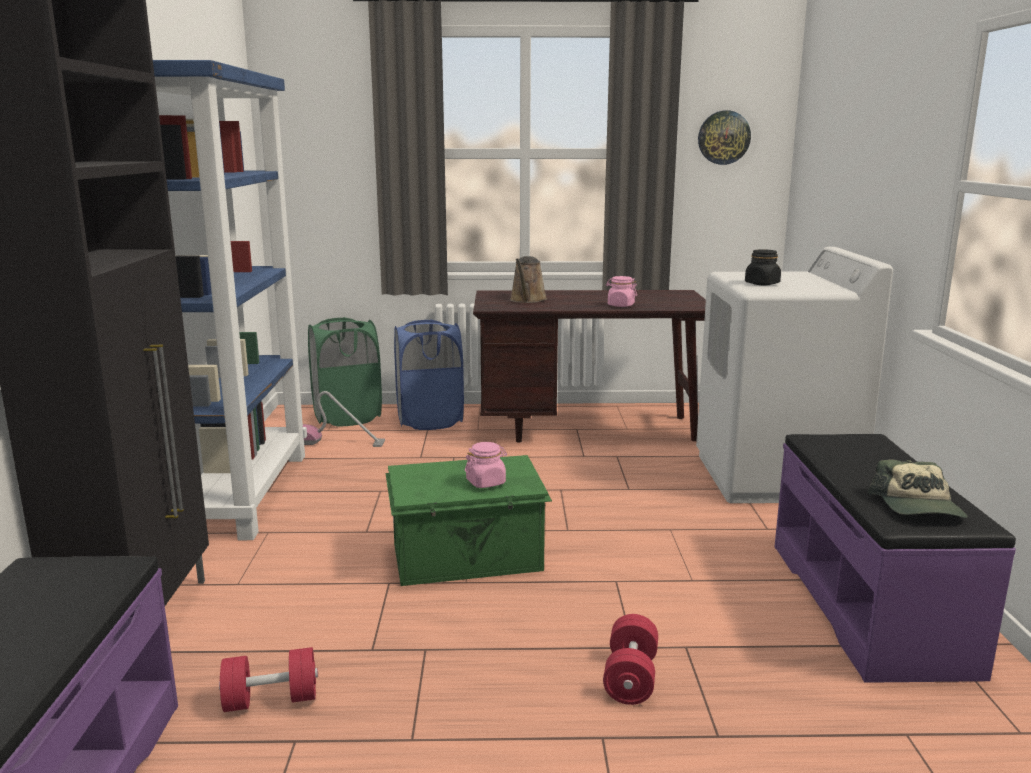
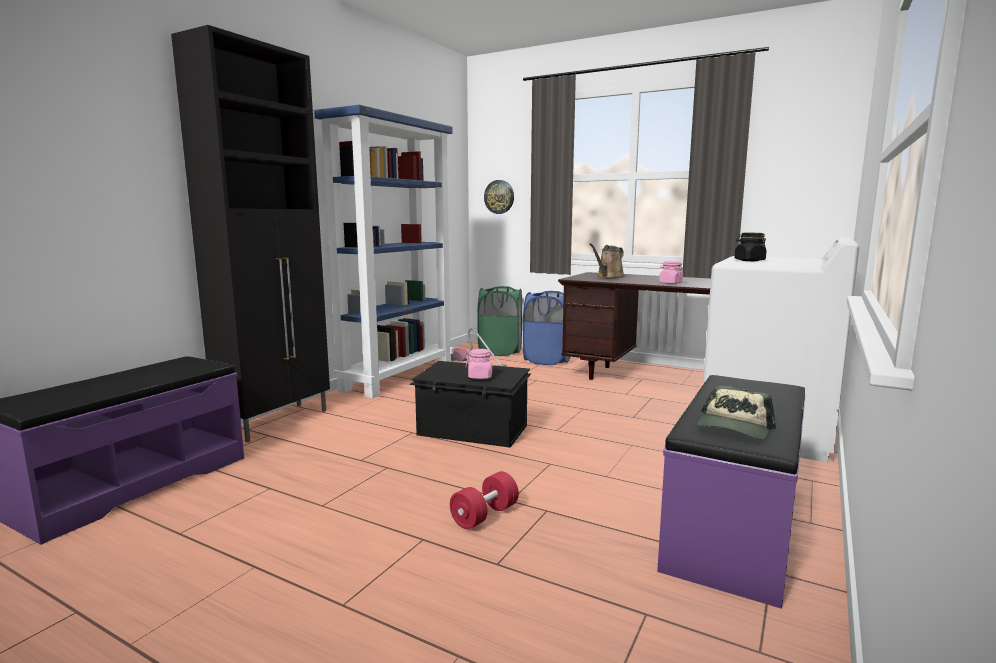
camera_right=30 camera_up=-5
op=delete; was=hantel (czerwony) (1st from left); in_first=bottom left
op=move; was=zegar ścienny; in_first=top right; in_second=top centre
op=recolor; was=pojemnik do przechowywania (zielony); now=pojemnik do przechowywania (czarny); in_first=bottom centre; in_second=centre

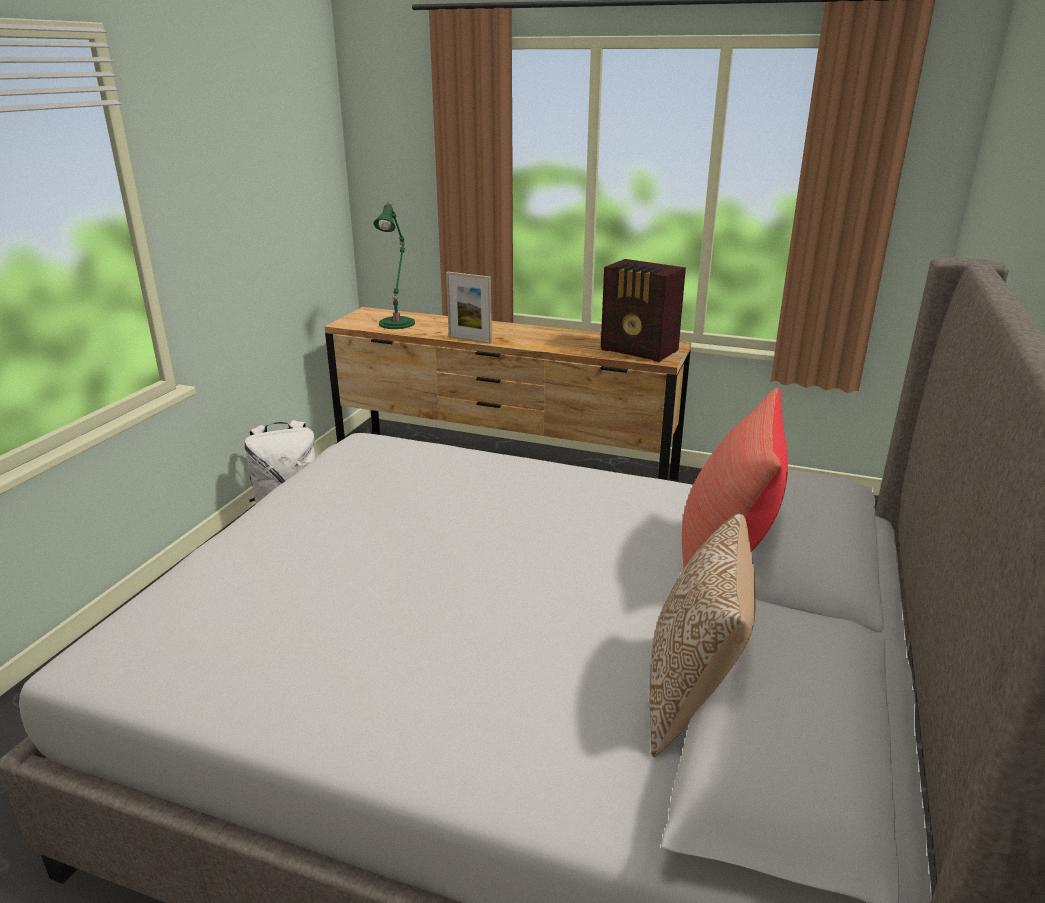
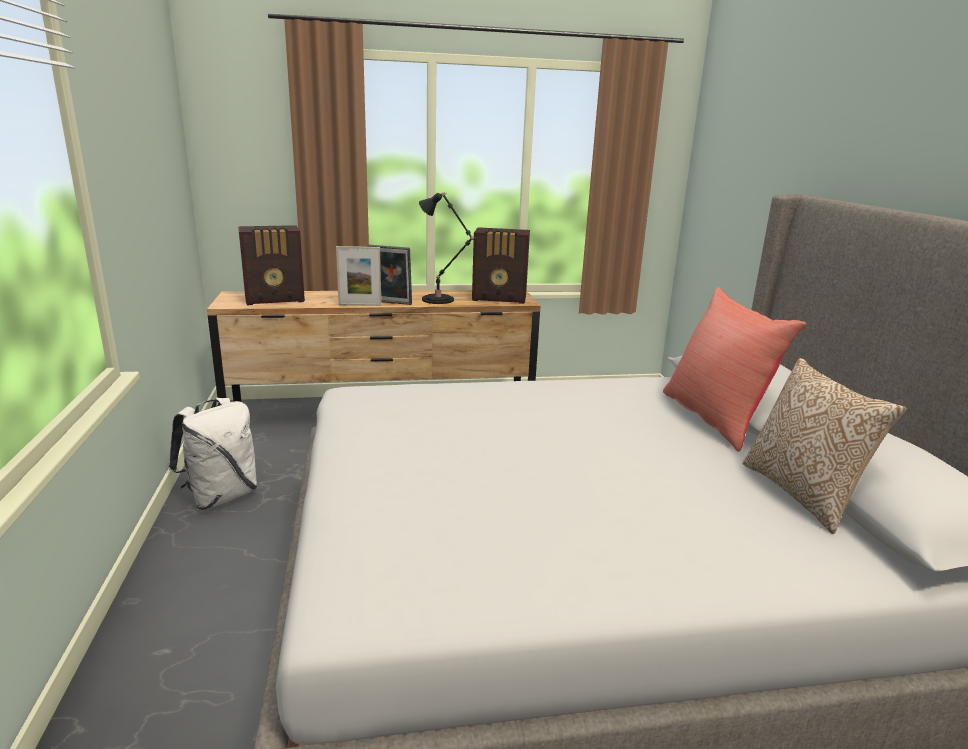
camera_right=-30 camera_up=-5
op=insert; now=ramka na zdjęcie (2nd from left); in_second=centre
op=insert; now=lampa stołowa (czarny); in_second=top centre
op=replace; was=lampa stołowa (zielony); now=radio (1st from left); in_first=top centre; in_second=middle left

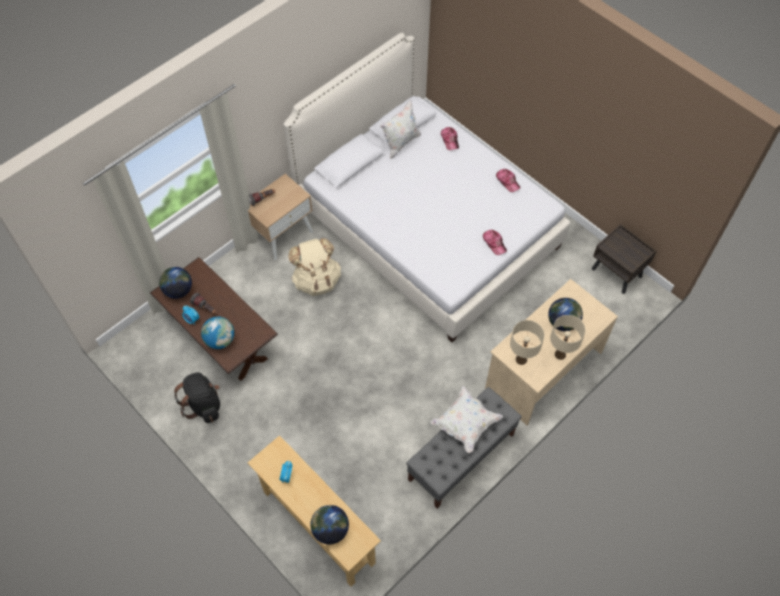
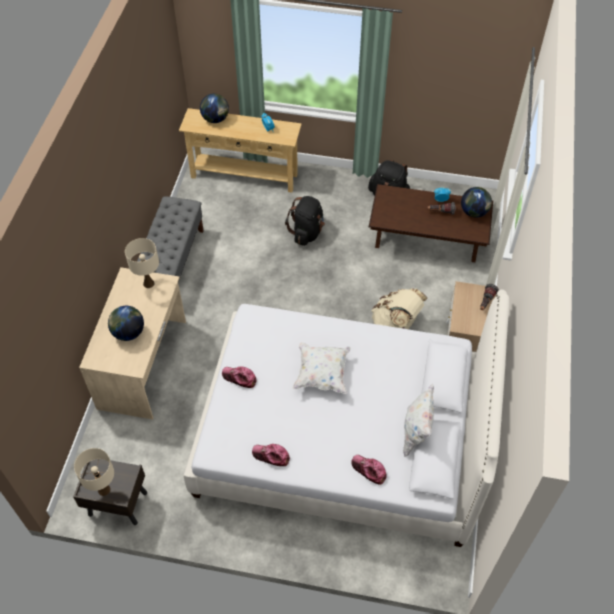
camera_right=145 camera_up=-5
op=delete; was=globus (2nd from left); in_first=middle left
op=insert; now=plecak (czarny) (1st from left); in_second=centre
op=move; was=poduszka (biały) (2nd from left in the first image); now=poduszka (biały) (1st from left); in_first=bottom centre; in_second=centre
op=move; was=lampa stołowa (beżowy) (2nd from left in the first image); now=lampa stołowa (beżowy) (1st from left); in_first=middle right; in_second=bottom left

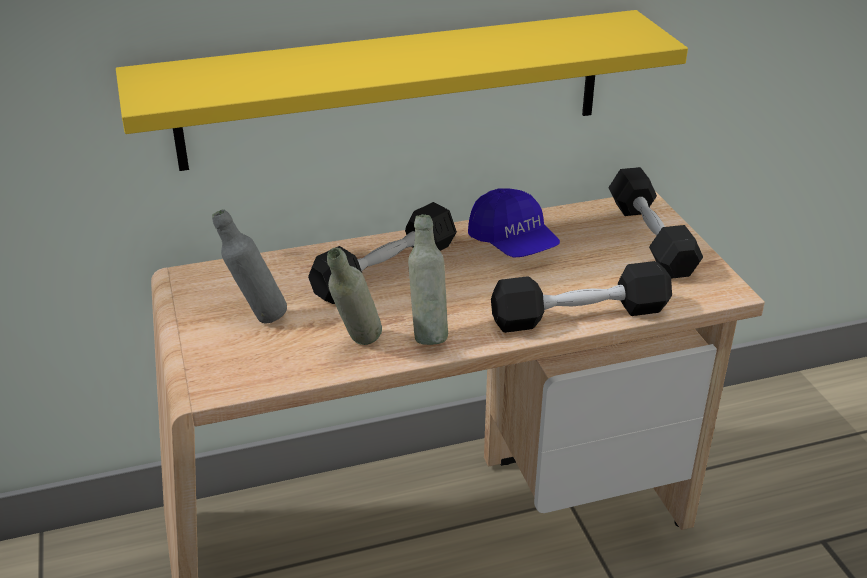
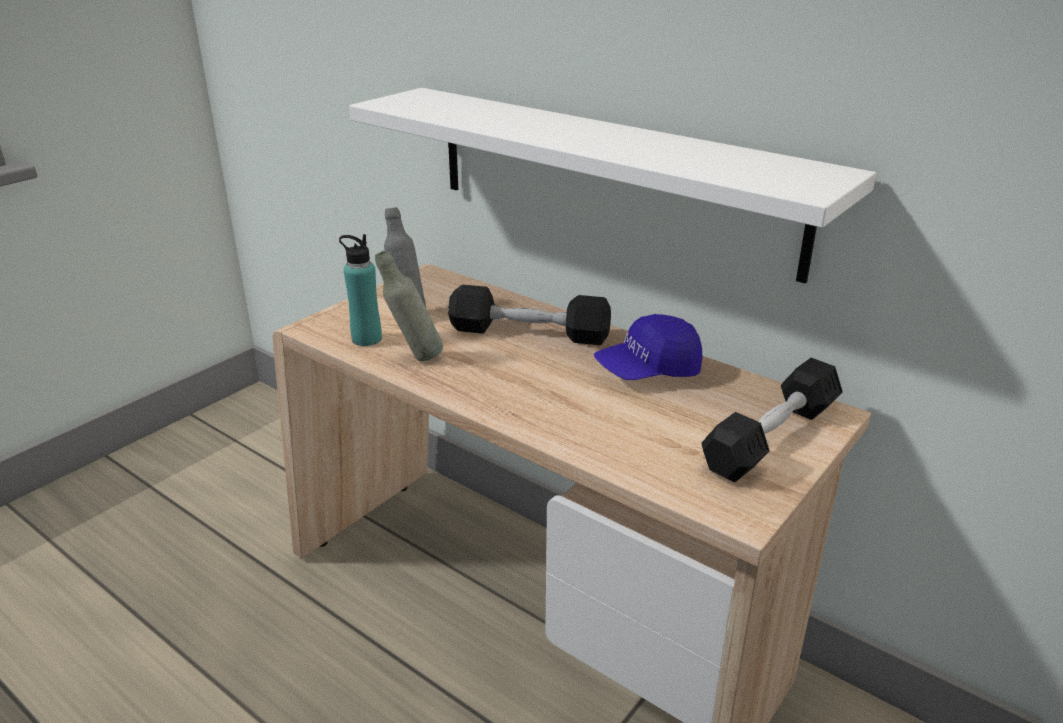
camera_right=55 camera_up=-5
op=delete; was=butelka (szary) (3rd from left); in_first=centre
op=delete; was=hantel (czarny) (2nd from left); in_first=middle right
op=insert; now=butelka (turkusowy); in_second=centre
op=recolor; was=półka (żółty); now=półka (biały); in_first=top centre; in_second=top centre
op=rotate; was=czapka z daszkiem (niebieski); in_first=centre; in_second=centre; clockwise=45

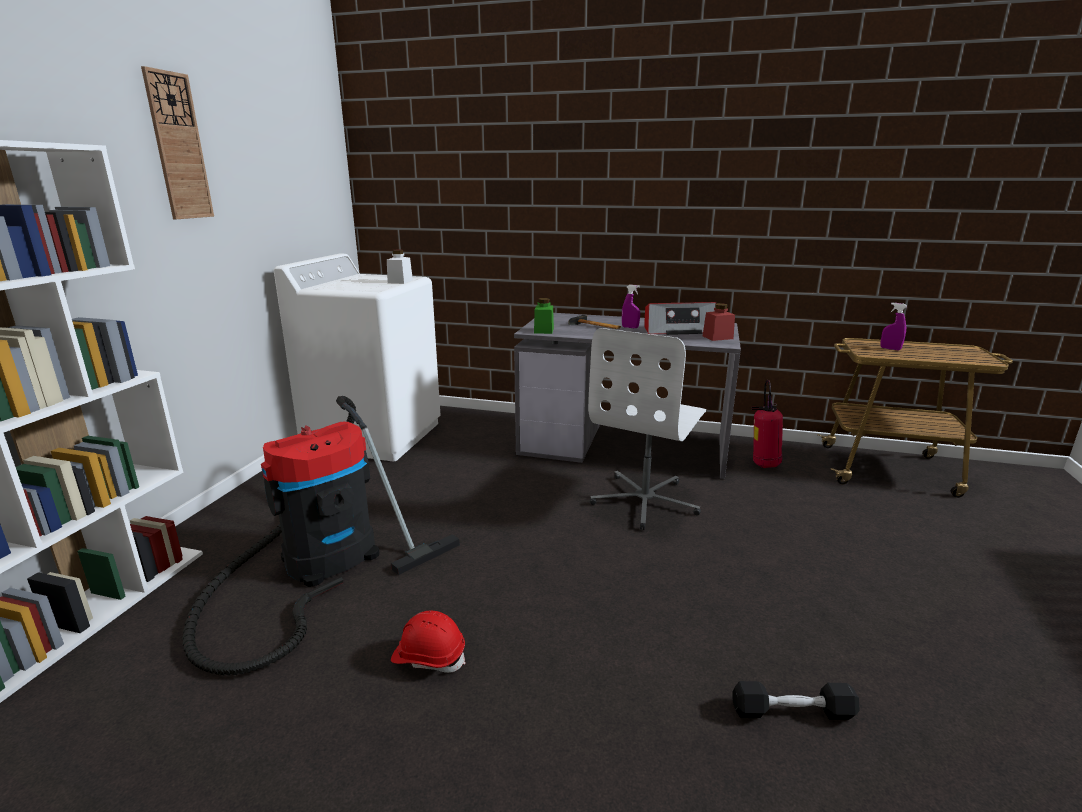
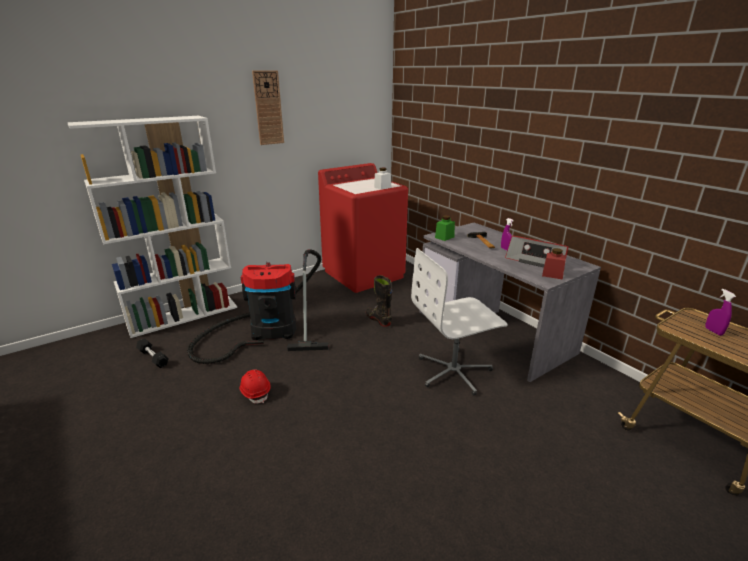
camera_right=40 camera_up=5
op=delete; was=gaśnica; in_first=middle right
op=insert; now=but z cholewką (czarny); in_second=centre
op=move; was=hantel (czarny); in_first=bottom right; in_second=middle left
op=recolor; was=pralka (biały); now=pralka (czerwony); in_first=middle left; in_second=centre

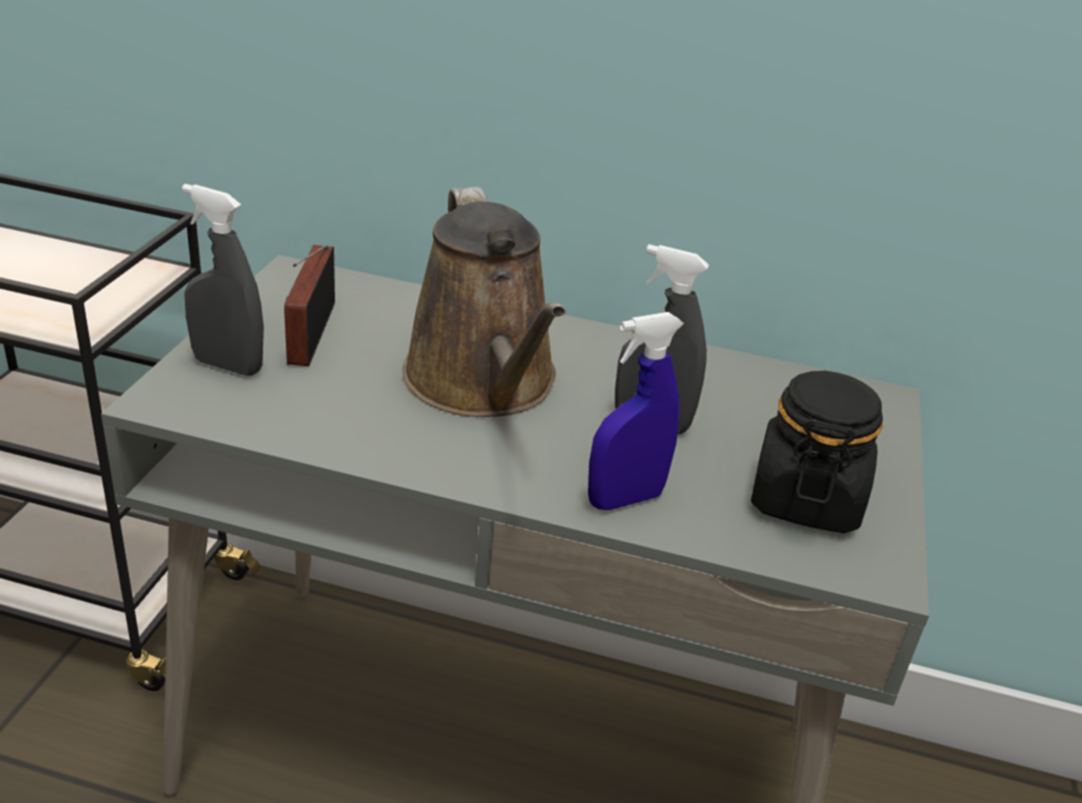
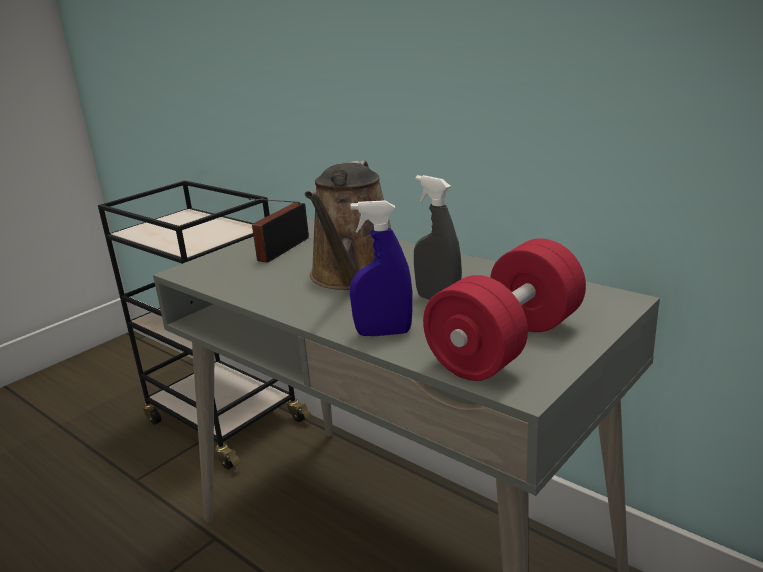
camera_right=30 camera_up=-10
op=delete; was=spryskiwacz (szary) (1st from left); in_first=middle left
op=replace; was=słoik (czarny); now=hantel (czerwony); in_first=middle right; in_second=centre

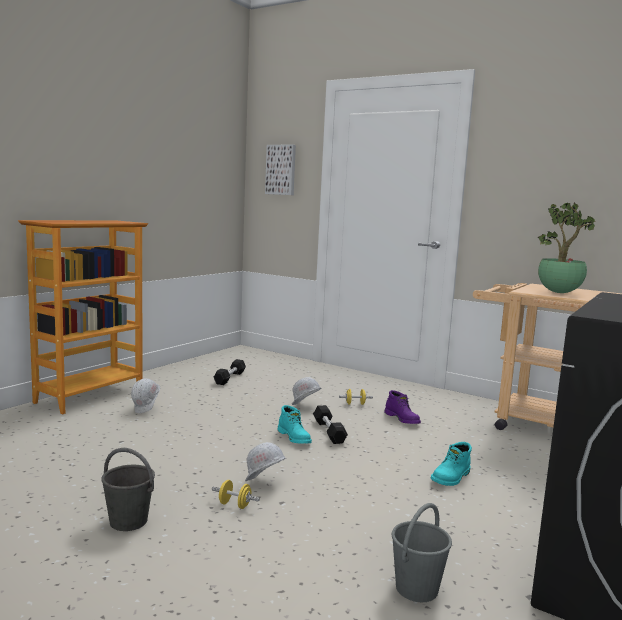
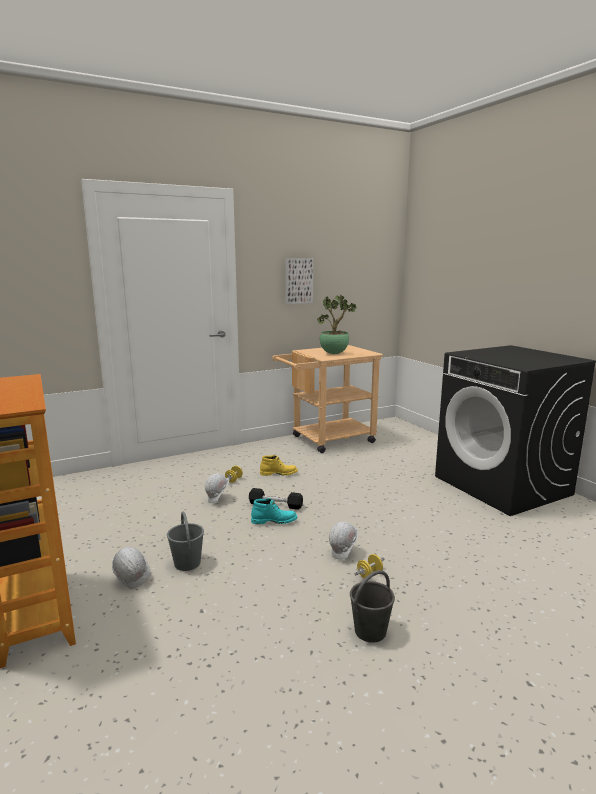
camera_right=-60 camera_up=5
op=delete; was=hantel (czarny) (1st from left); in_first=centre
op=delete; was=but z cholewką (turkusowy) (2nd from left); in_first=bottom right
op=move; was=obraz; in_first=top centre; in_second=centre
op=move; was=wiadro (szary) (2nd from left in the first image); now=wiadro (szary) (1st from left); in_first=bottom right; in_second=bottom left
op=recolor; was=but z cholewką (fioletowy); now=but z cholewką (żółty); in_first=centre; in_second=centre

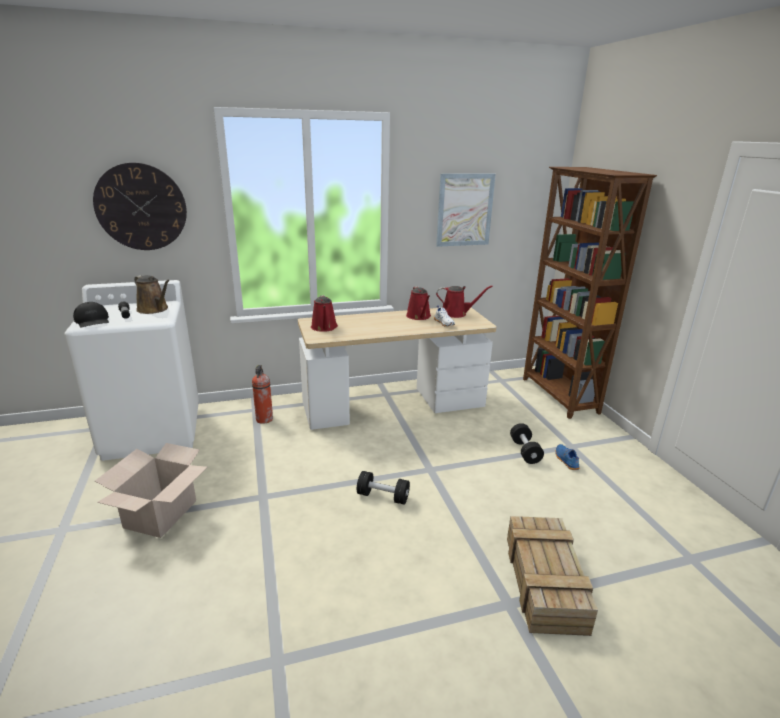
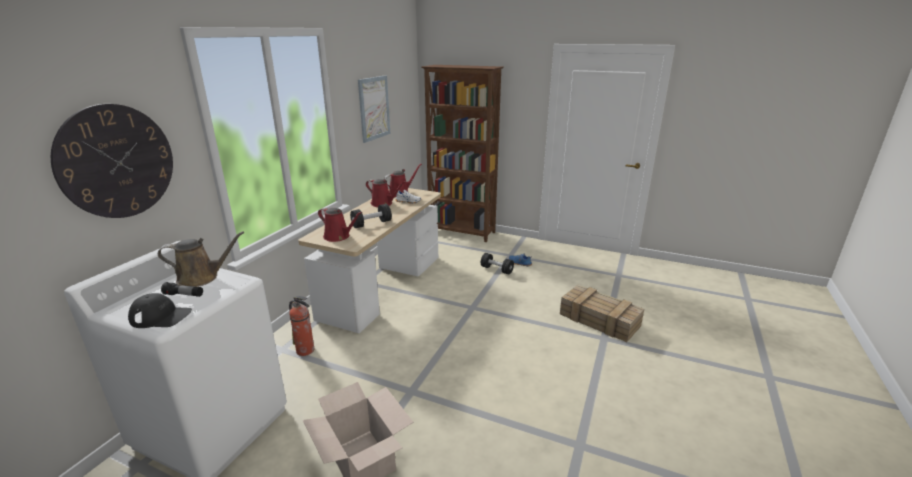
camera_right=-50 camera_up=0
op=move; was=hantel (czarny) (1st from left); in_first=bottom centre; in_second=centre

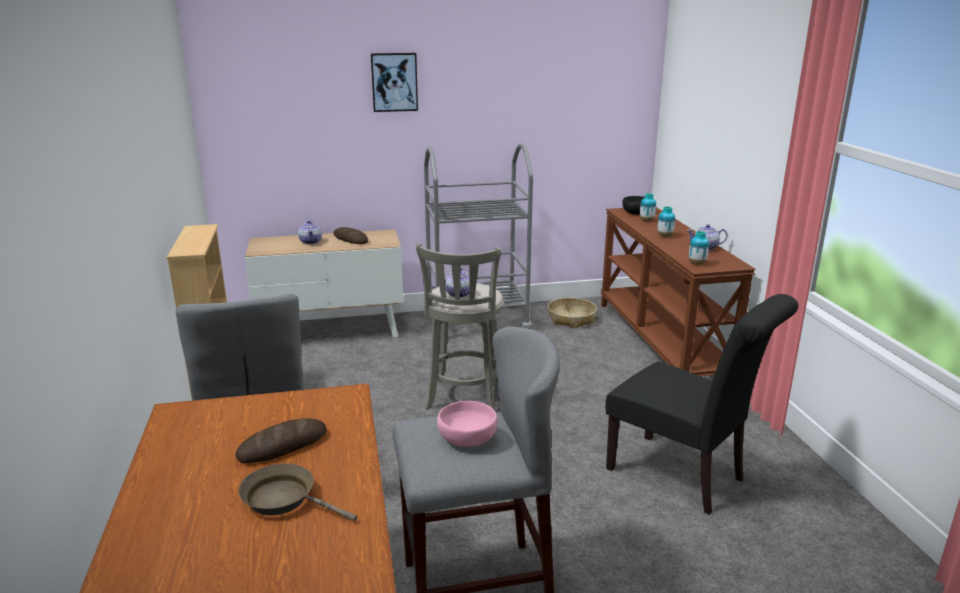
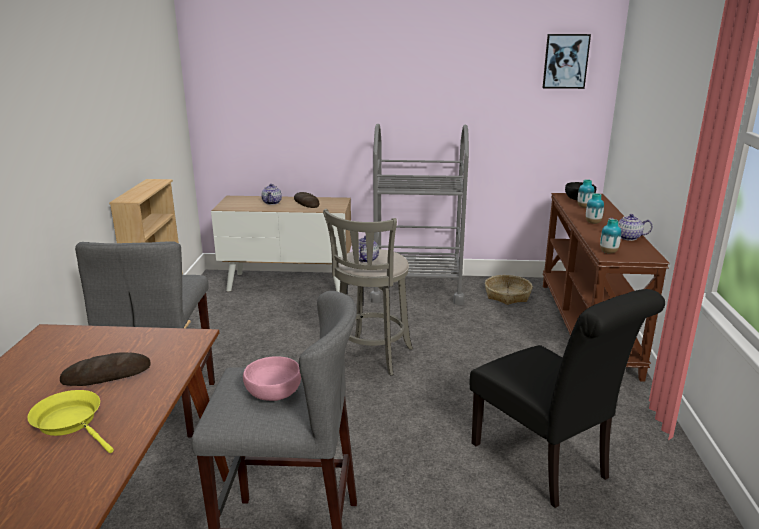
camera_right=15 camera_up=0
op=move; was=obraz; in_first=top centre; in_second=top right
op=recolor; was=patelnia (brązowy); now=patelnia (żółty); in_first=bottom left; in_second=bottom left

